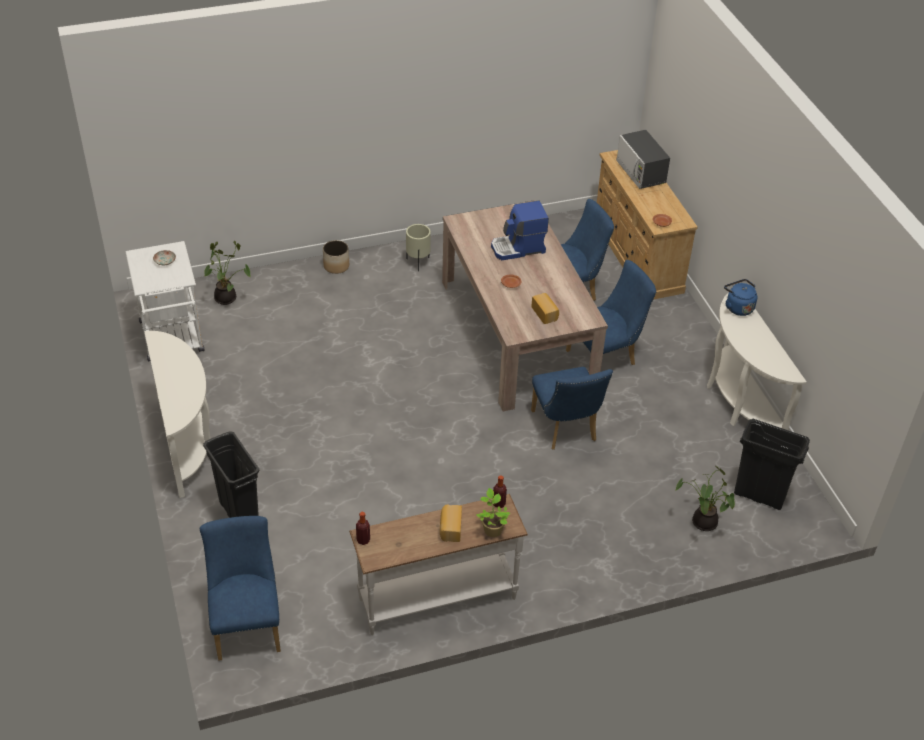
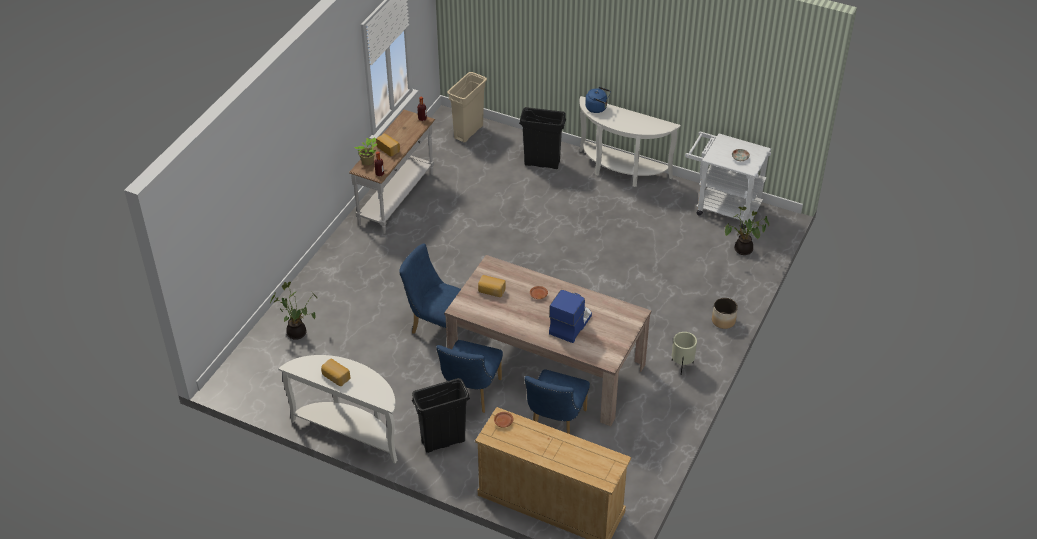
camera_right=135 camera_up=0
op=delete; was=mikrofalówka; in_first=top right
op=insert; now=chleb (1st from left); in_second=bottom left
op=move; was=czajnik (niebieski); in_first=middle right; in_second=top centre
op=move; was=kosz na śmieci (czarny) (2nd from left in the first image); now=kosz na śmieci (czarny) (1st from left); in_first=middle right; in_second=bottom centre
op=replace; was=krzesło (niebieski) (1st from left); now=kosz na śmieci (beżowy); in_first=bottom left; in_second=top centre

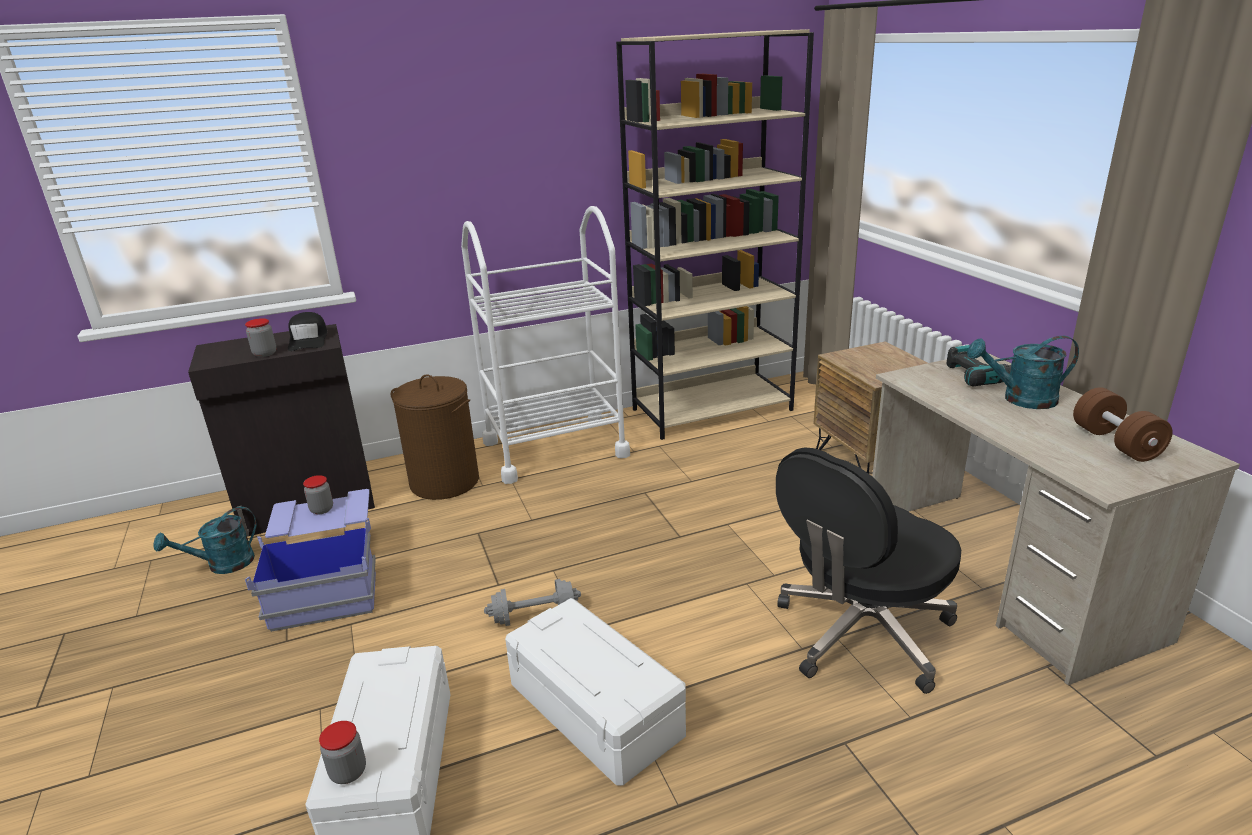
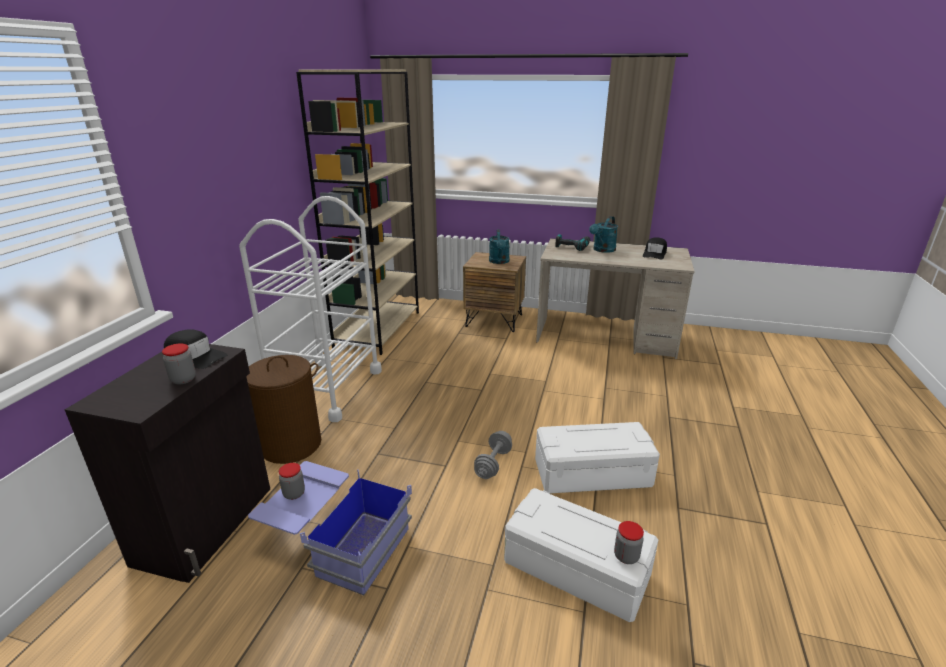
camera_right=-55 camera_up=0
op=delete; was=krzesło biurowe (czarny); in_first=bottom right
op=move; was=konewka (turkusowy) (1st from left); in_first=middle left; in_second=centre
op=replace; was=hantel (brązowy); now=czapka z daszkiem (czarny) (2nd from left); in_first=middle right; in_second=middle right

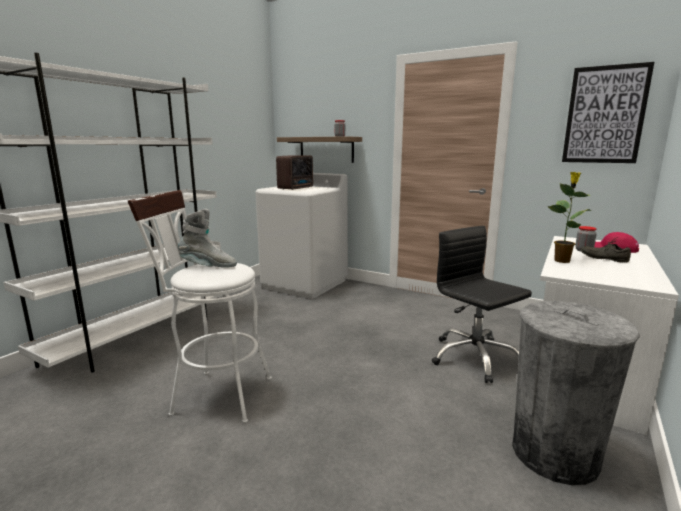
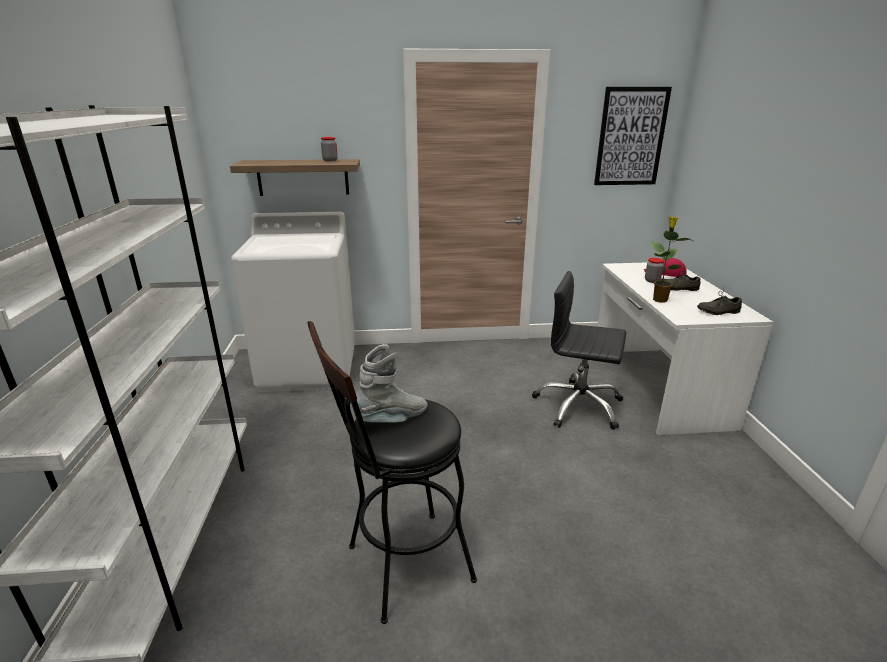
camera_right=-35 camera_up=10
op=delete; was=radio; in_first=centre
op=delete; was=kosz na śmieci (szary); in_first=bottom right
op=insert; now=but (szary) (2nd from left); in_second=middle right
op=recolor; was=stołek (biały); now=stołek (czarny); in_first=middle left; in_second=bottom centre

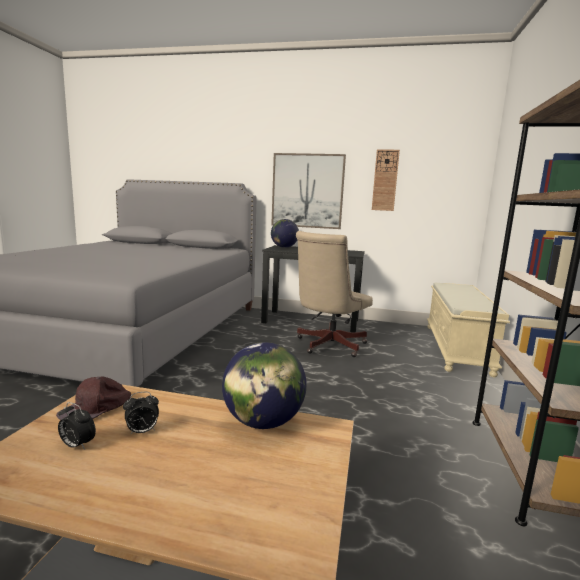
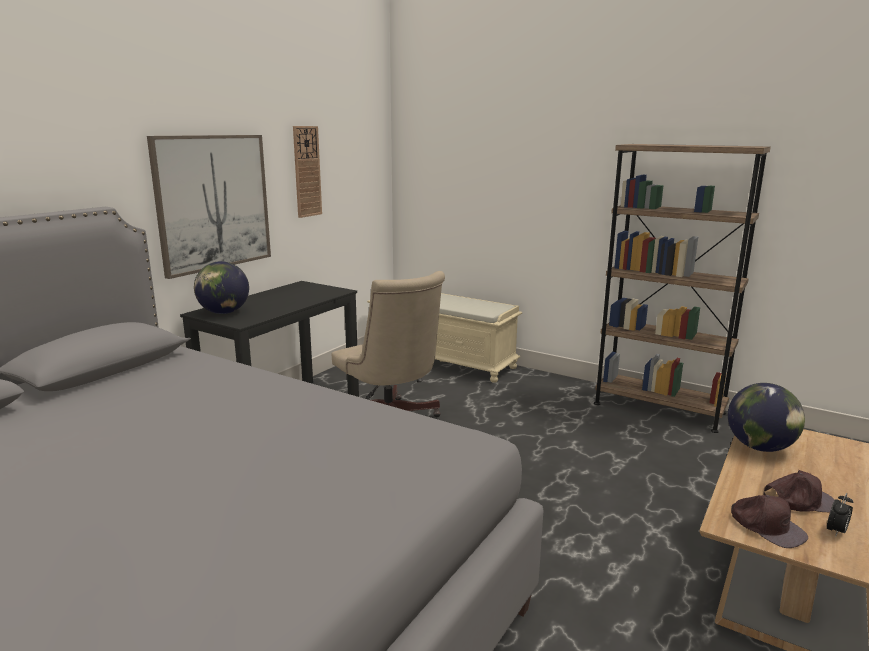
camera_right=-70 camera_up=5
op=replace; was=budzik (2nd from left); now=czapka z daszkiem (brązowy) (2nd from left); in_first=bottom left; in_second=bottom right

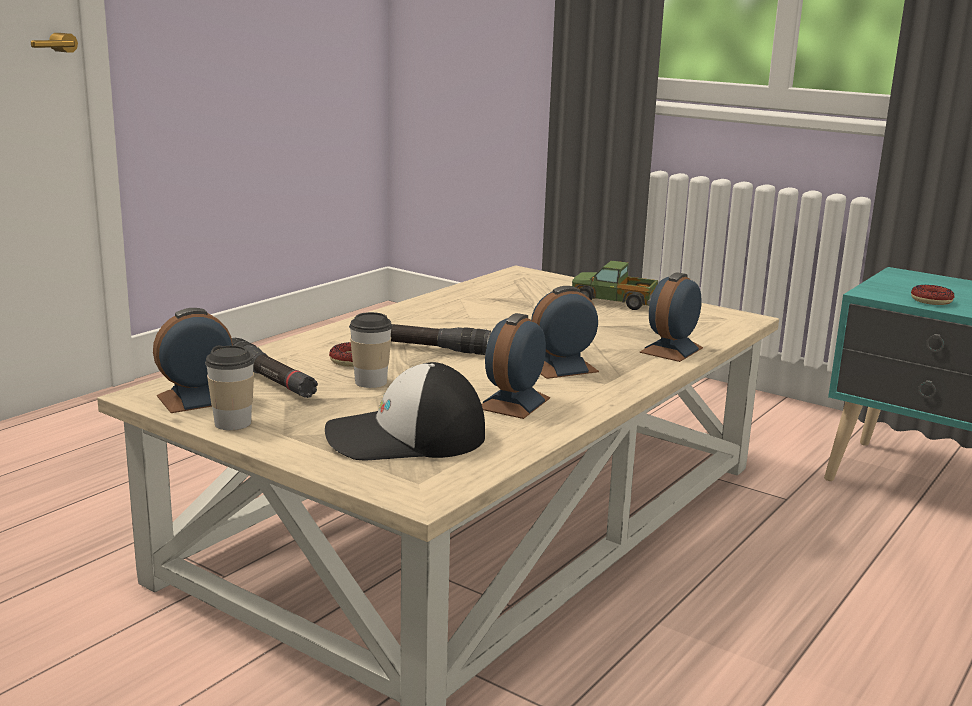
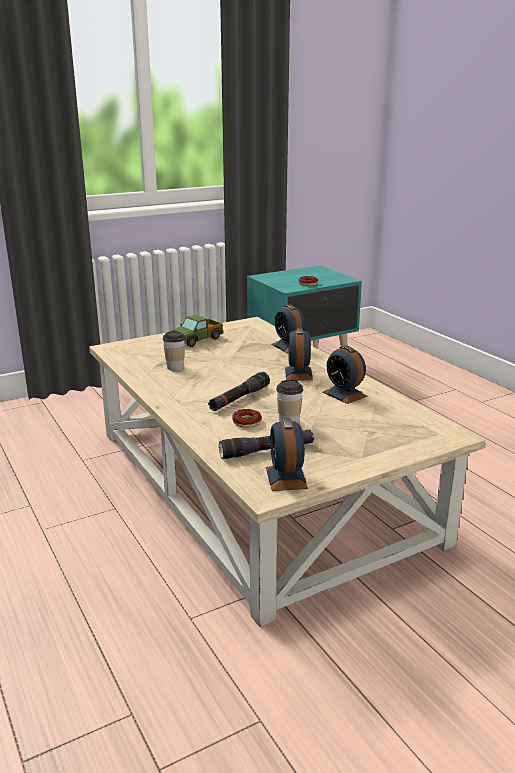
camera_right=-65 camera_up=5
op=delete; was=czapka z daszkiem; in_first=centre
op=move; was=filiżanka (1st from left); in_first=middle left; in_second=centre

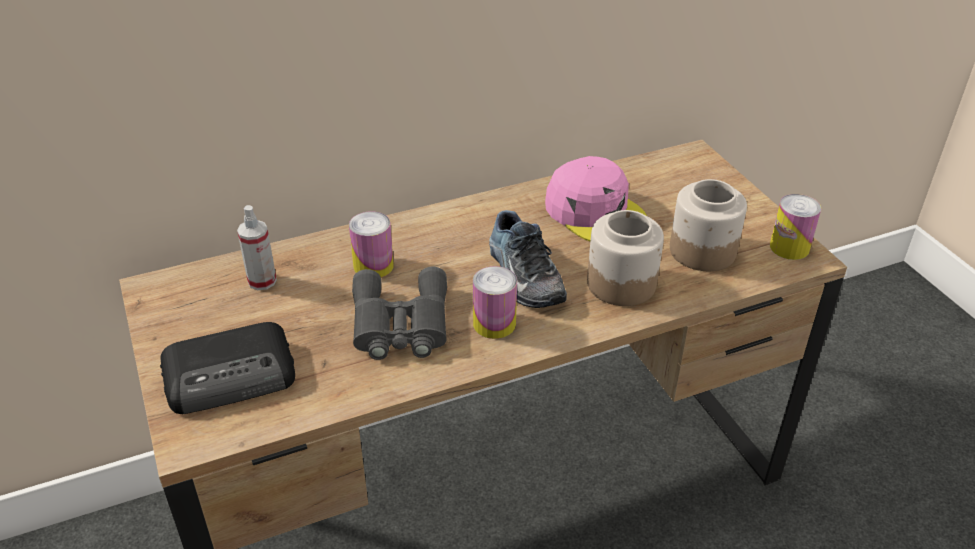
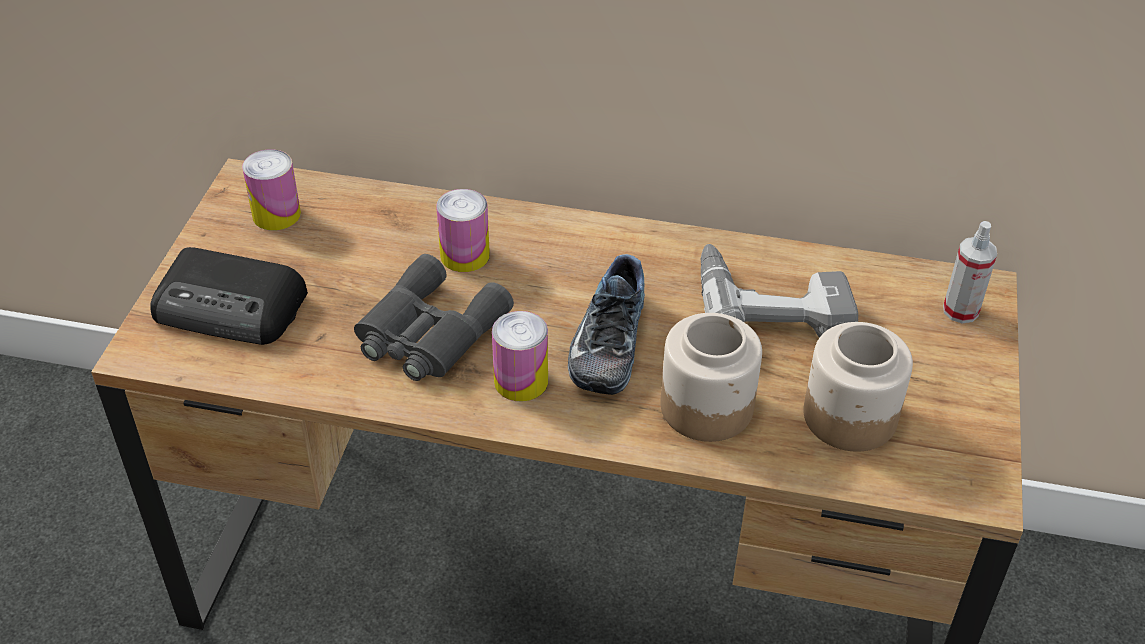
camera_right=35 camera_up=5
op=move; was=spryskiwacz; in_first=middle left; in_second=middle right
op=move; was=puszka (3rd from left in the first image); now=puszka (1st from left); in_first=middle right; in_second=top left
op=replace; was=czapka z daszkiem (różowy); now=wiertarka; in_first=centre; in_second=middle right

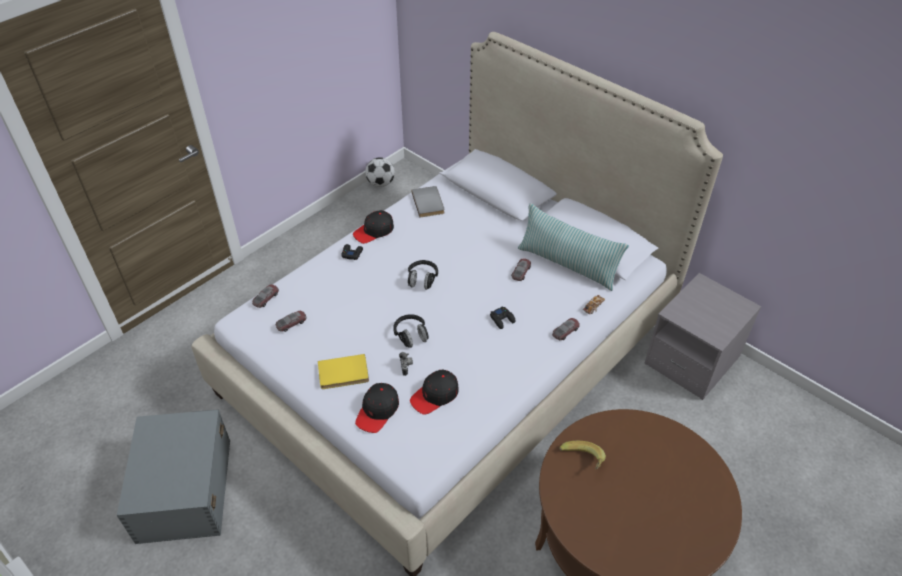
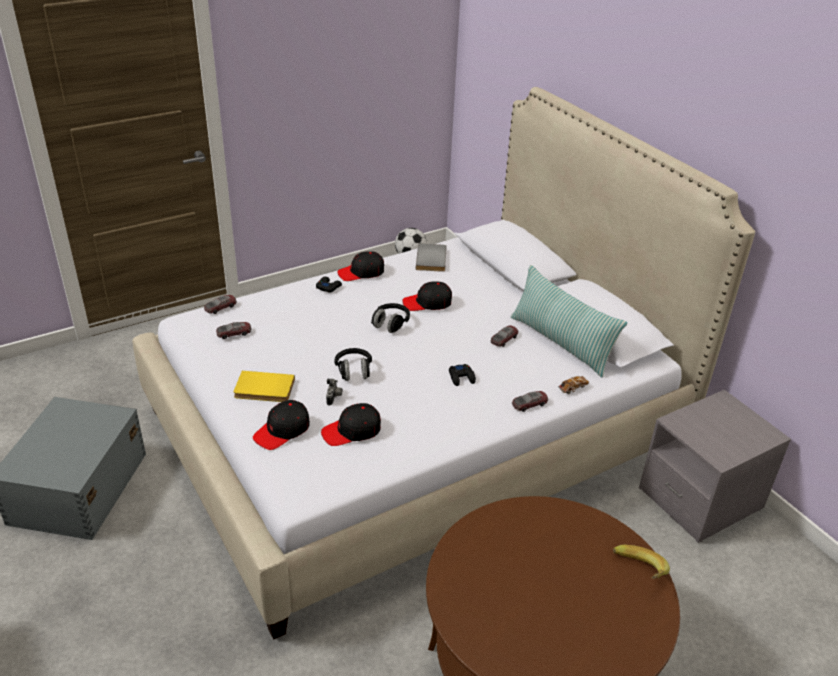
camera_right=15 camera_up=-10
op=insert; now=czapka z daszkiem (czarny) (4th from left); in_second=centre
op=move; was=banan; in_first=bottom centre; in_second=bottom right

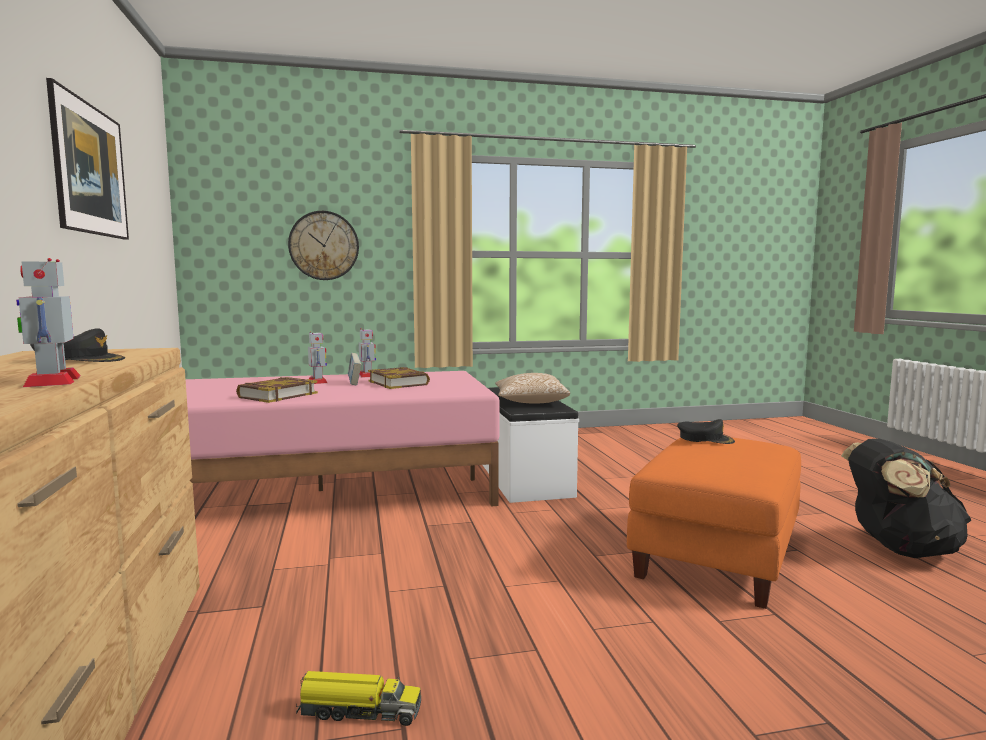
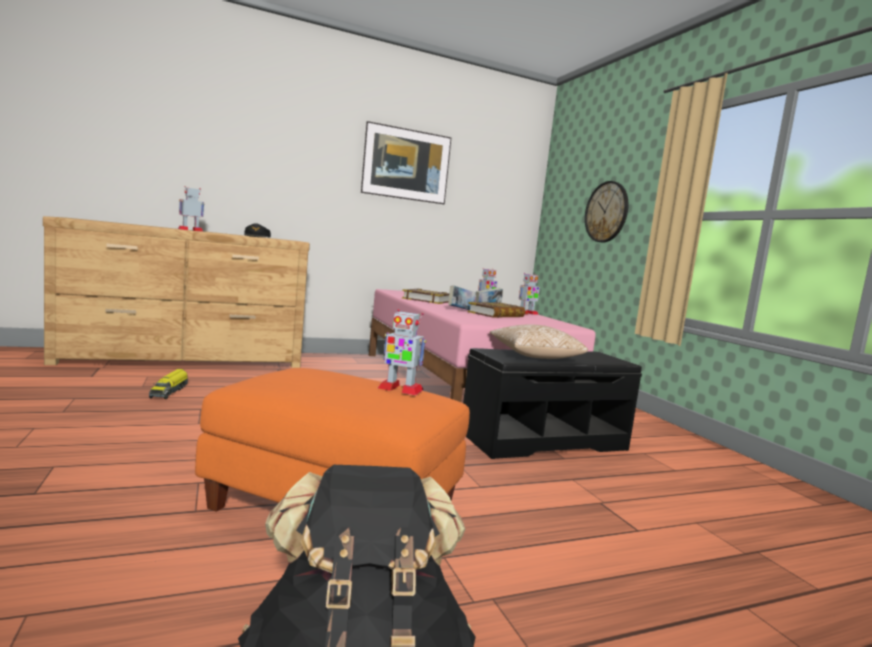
camera_right=80 camera_up=0
op=insert; now=książka (2nd from left); in_second=centre
op=replace; was=czapka z daszkiem (czarny) (2nd from left); now=robot zabawkowy (2nd from left); in_first=middle right; in_second=centre
op=recolor; was=ławka (biały); now=ławka (czarny); in_first=centre; in_second=centre

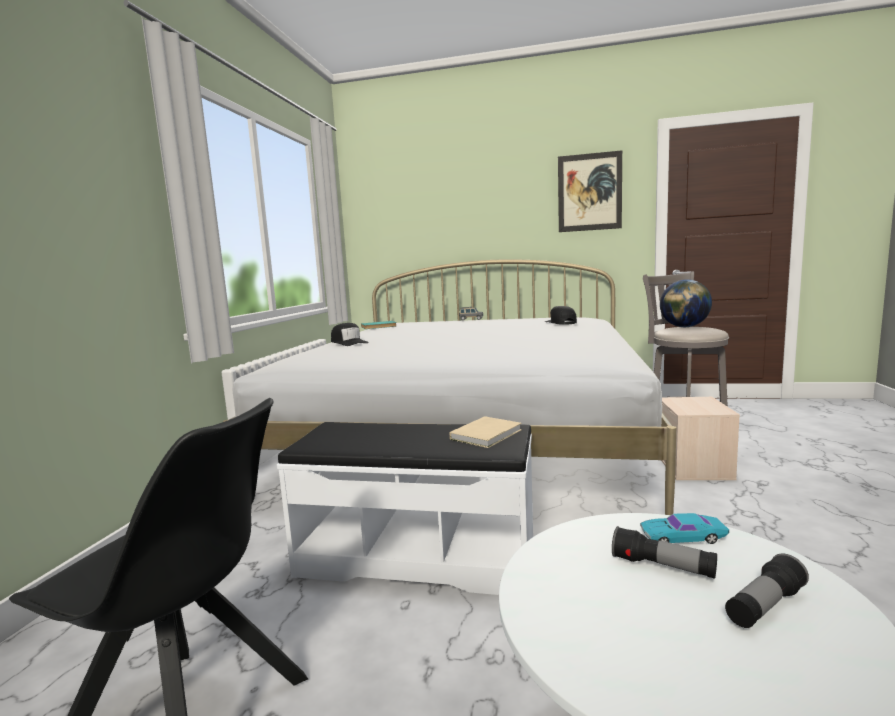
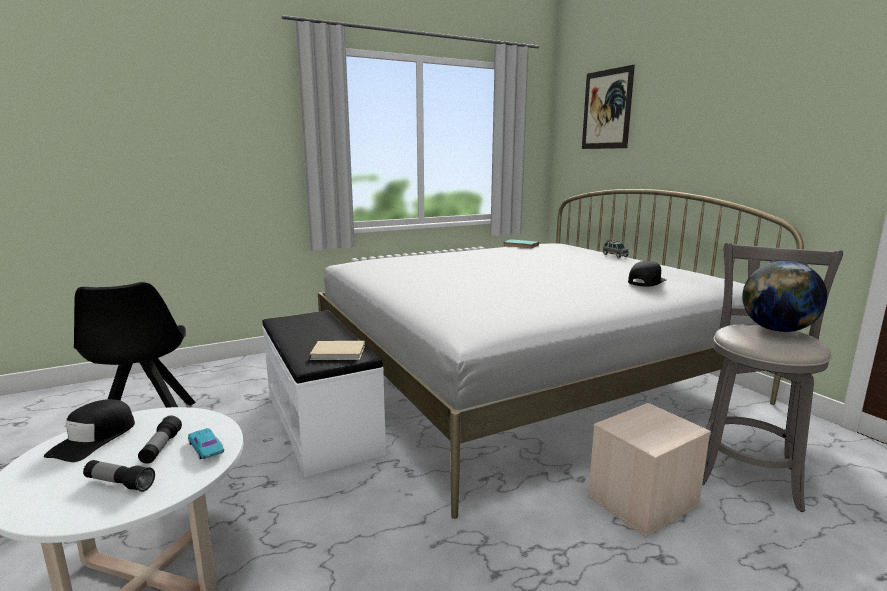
camera_right=50 camera_up=5
op=move; was=czapka z daszkiem (czarny) (1st from left); in_first=centre; in_second=bottom left
op=move; was=obraz; in_first=top centre; in_second=top right

